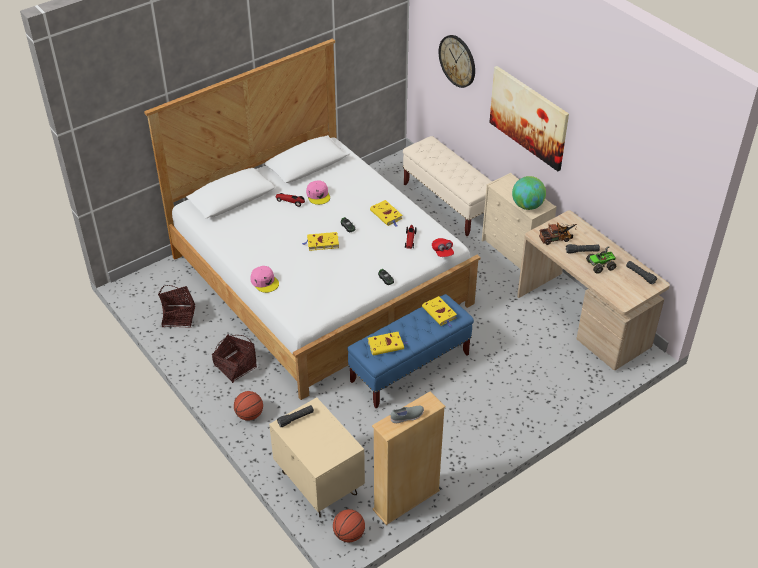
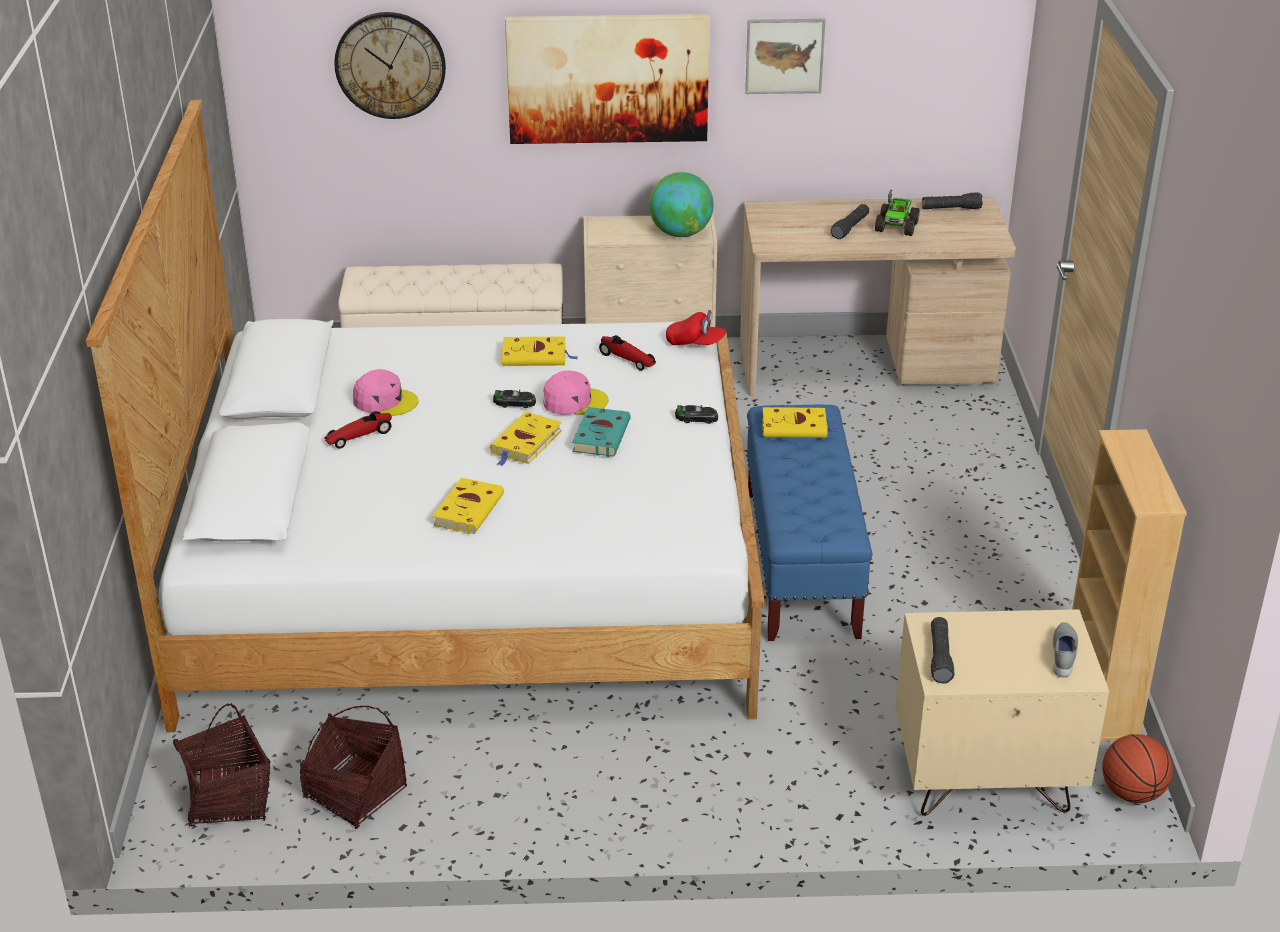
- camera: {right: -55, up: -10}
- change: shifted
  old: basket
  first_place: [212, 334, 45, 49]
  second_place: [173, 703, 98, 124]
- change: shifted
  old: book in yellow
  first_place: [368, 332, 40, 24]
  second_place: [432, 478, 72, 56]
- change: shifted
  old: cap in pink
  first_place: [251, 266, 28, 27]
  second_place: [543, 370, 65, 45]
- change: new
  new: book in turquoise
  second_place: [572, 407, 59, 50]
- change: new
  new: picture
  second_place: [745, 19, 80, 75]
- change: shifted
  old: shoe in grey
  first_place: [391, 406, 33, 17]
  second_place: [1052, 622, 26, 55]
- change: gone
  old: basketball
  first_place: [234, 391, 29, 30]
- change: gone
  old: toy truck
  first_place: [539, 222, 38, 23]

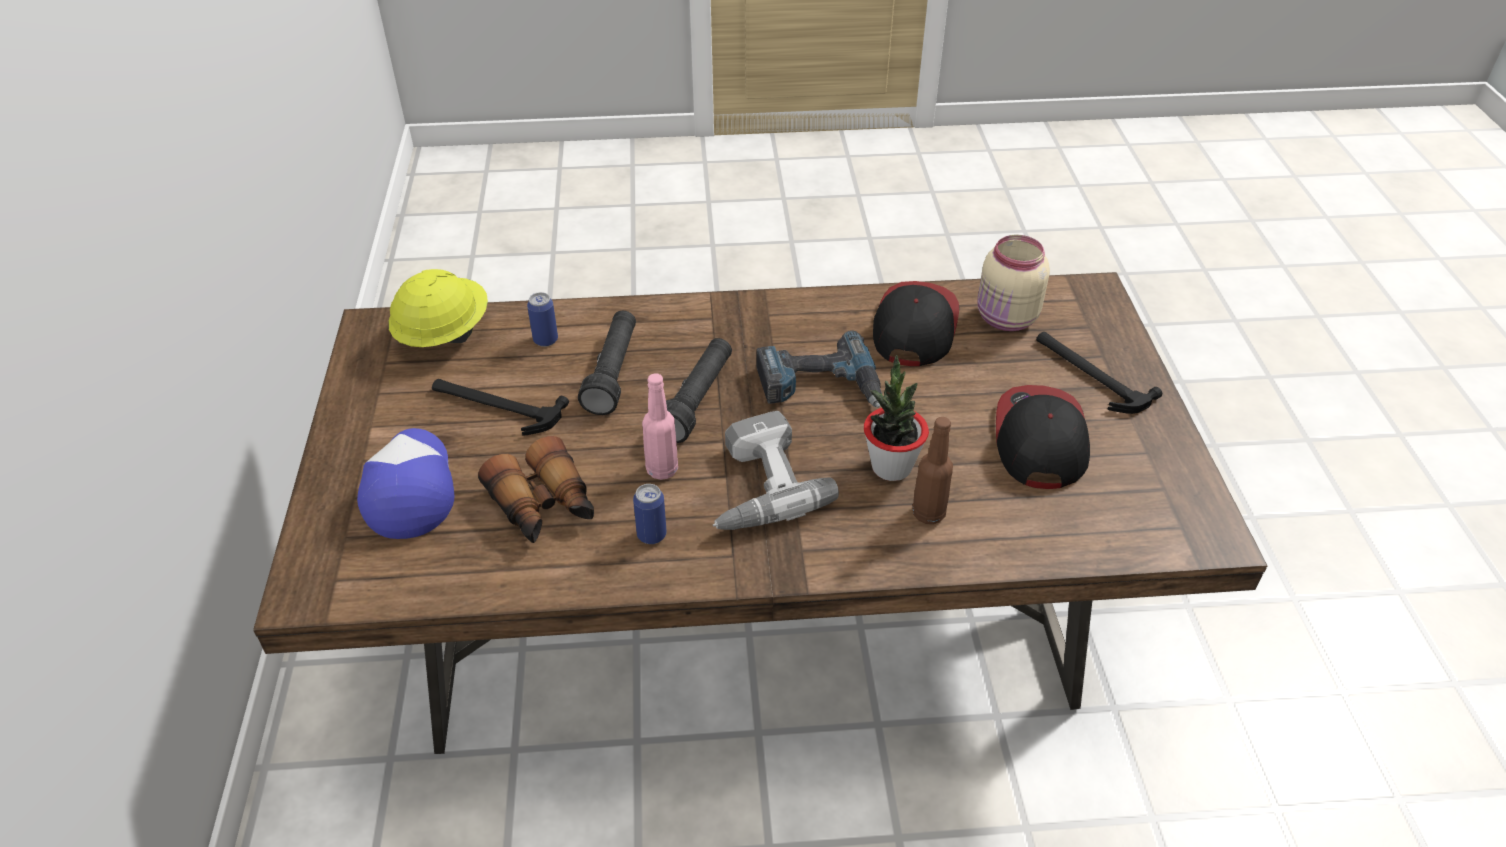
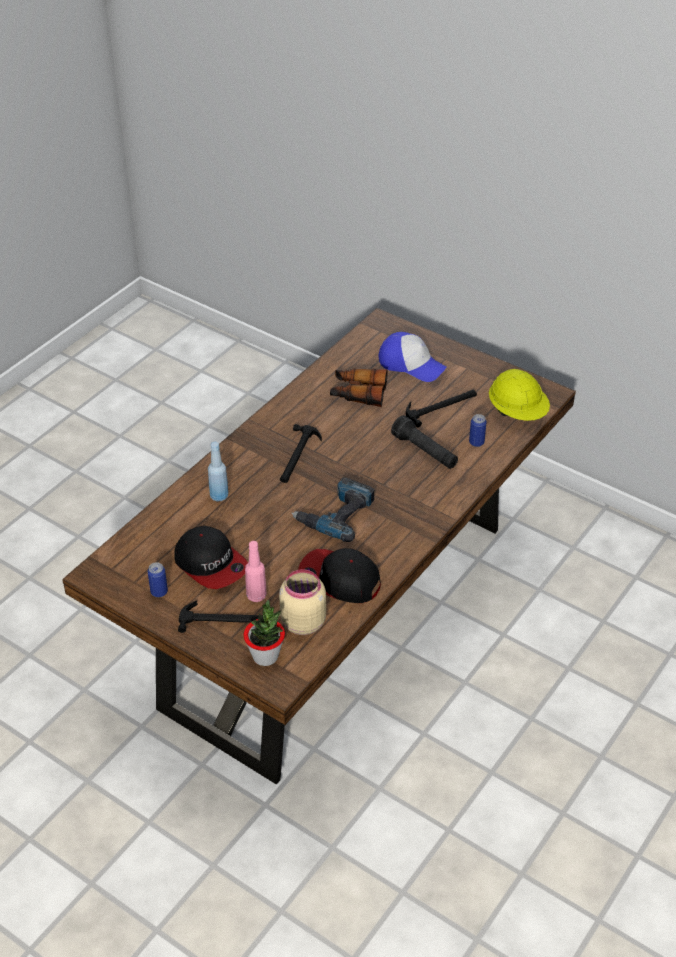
- camera: {right: 130, up: 0}
- change: shifted
  old: can
  first_place: [633, 484, 34, 60]
  second_place: [148, 562, 20, 35]
- change: repainted
  old: bottle in brown
  new: bottle in blue
  first_place: [912, 417, 41, 107]
  second_place: [208, 442, 20, 59]
- change: shifted
  old: potted plant
  first_place: [864, 355, 65, 126]
  second_place: [244, 600, 41, 66]
- change: shifted
  old: bottle in pink
  first_place: [642, 373, 36, 107]
  second_place: [245, 541, 22, 61]
- change: swapped
  old: power drill
  new: hammer
  first_place: [713, 411, 126, 119]
  second_place: [280, 424, 42, 59]
- change: rotated
  old: cap
  first_place: [873, 281, 86, 85]
  second_place: [298, 548, 83, 55]
  degrees: 150
- change: gone
  old: flashlight in black
  first_place: [666, 338, 66, 105]

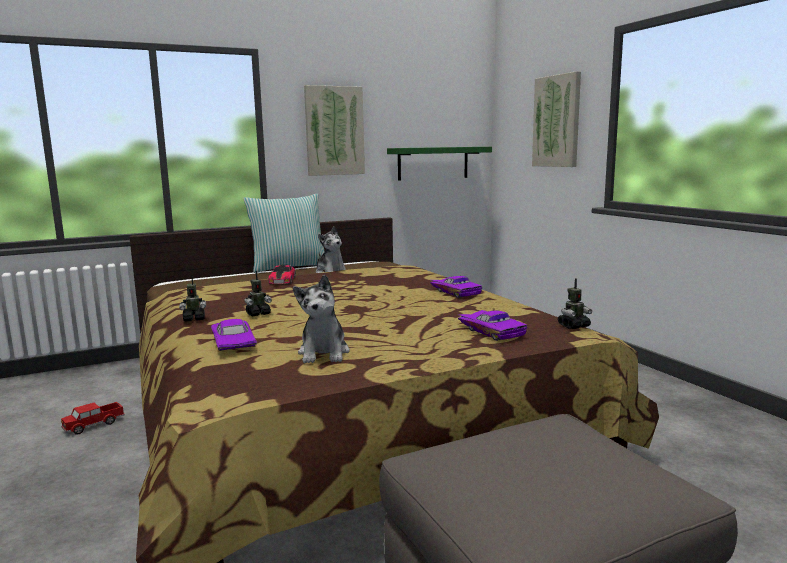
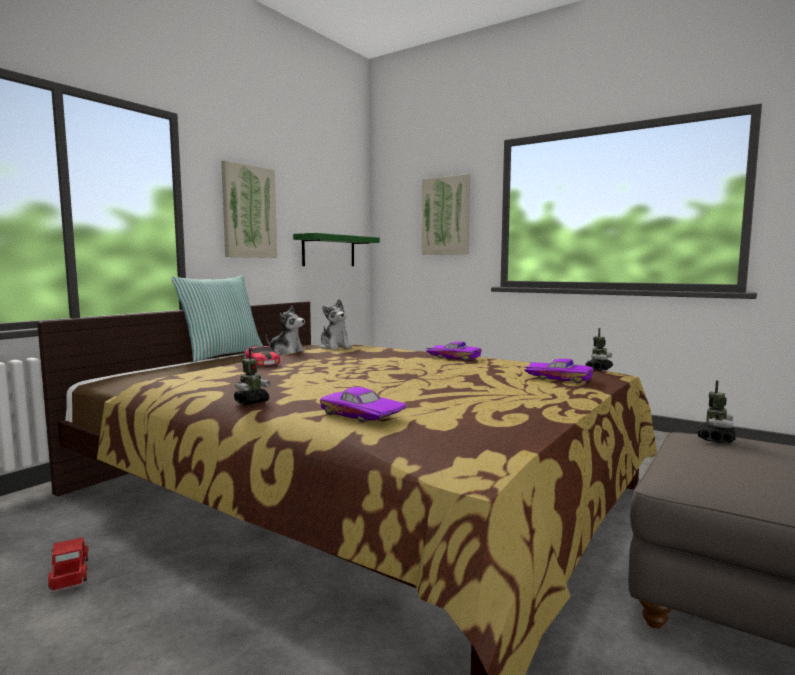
- camera: {right: -30, up: -5}
- change: rotated
  old: toy truck
  first_place: [61, 402, 64, 33]
  second_place: [48, 537, 40, 56]
  degrees: 135
- change: shifted
  old: plush toy
  first_place: [293, 275, 57, 88]
  second_place: [320, 299, 33, 51]
- change: shifted
  old: toy robot
  first_place: [244, 271, 28, 45]
  second_place: [697, 381, 39, 62]

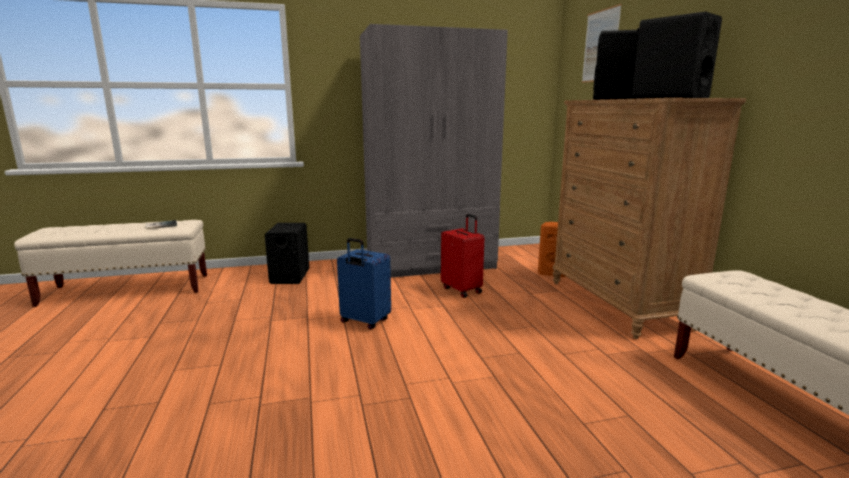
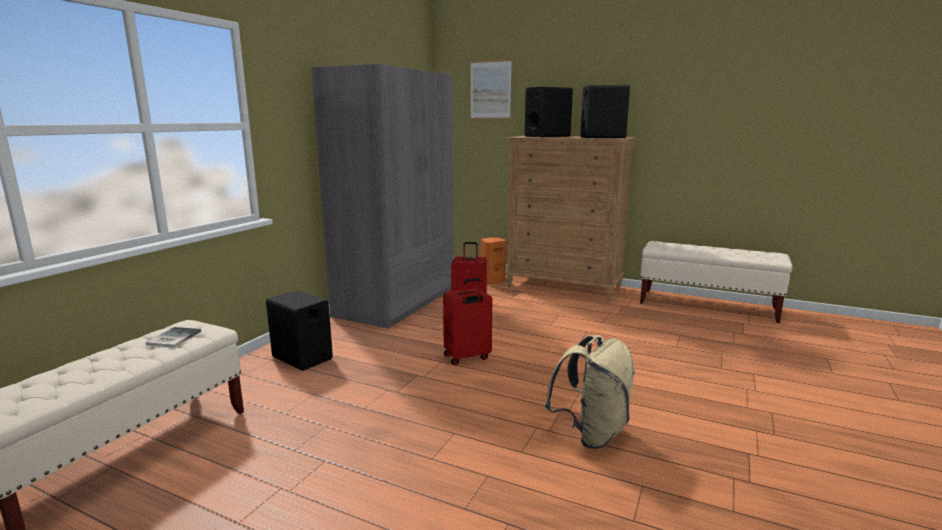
- camera: {right: -50, up: 0}
- change: repainted
  old: suitcase in blue
  new: suitcase in red
  first_place: [337, 238, 54, 92]
  second_place: [443, 278, 49, 87]
- change: new
  new: backpack in beige
  second_place: [544, 335, 91, 114]

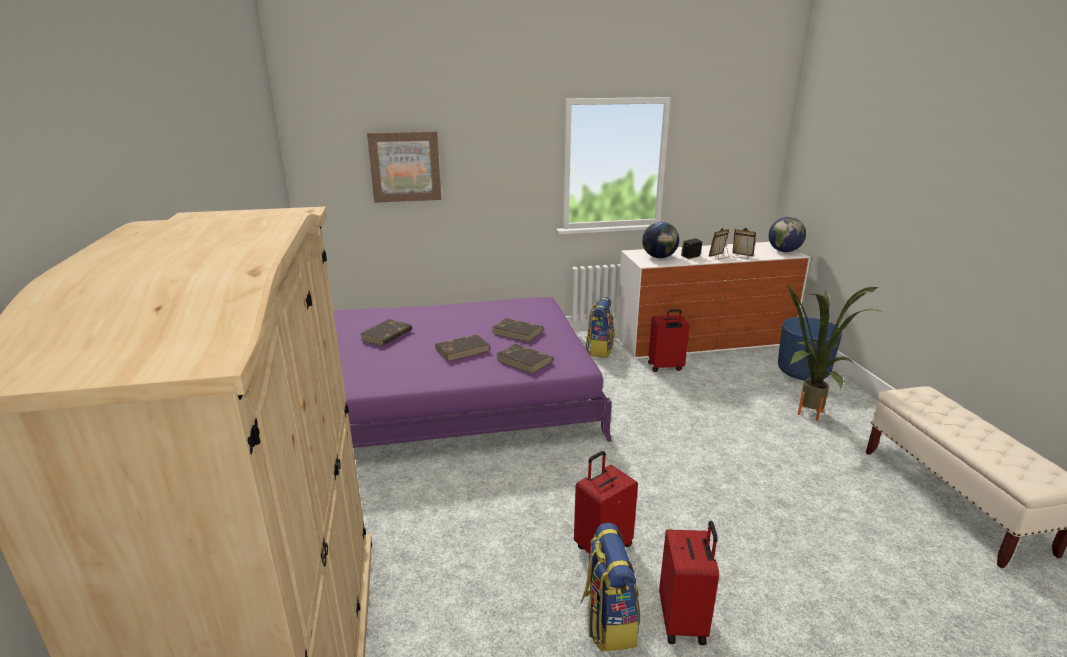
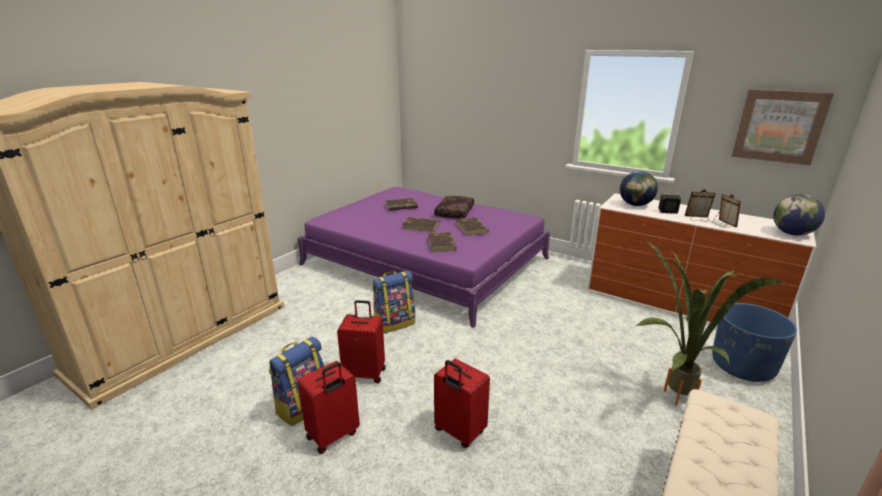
- camera: {right: 45, up: 0}
- change: shifted
  old: backpack
  first_place: [585, 297, 30, 61]
  second_place: [372, 271, 43, 62]
- change: new
  new: pillow in brown
  second_place: [434, 196, 40, 23]
- change: shifted
  old: suitcase in red
  first_place: [648, 309, 42, 63]
  second_place: [434, 359, 56, 89]
- change: shifted
  old: picture
  first_place: [367, 131, 74, 72]
  second_place: [732, 89, 102, 76]

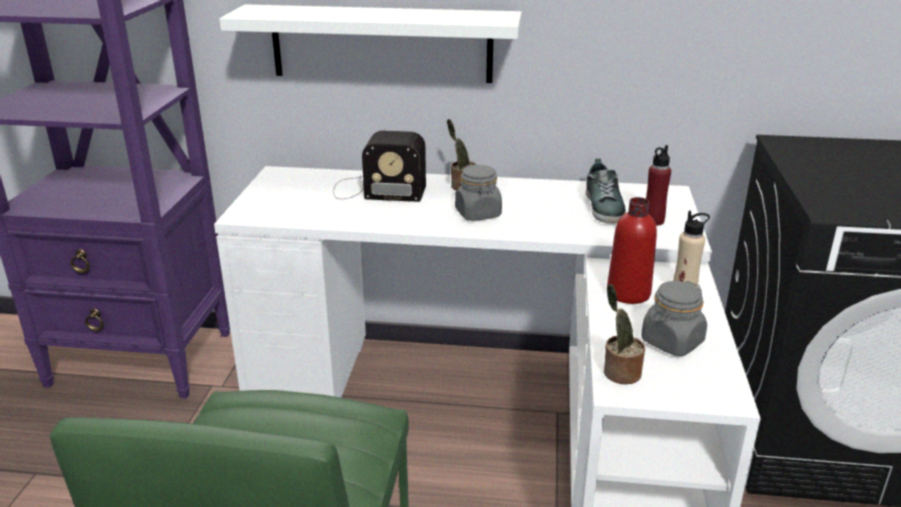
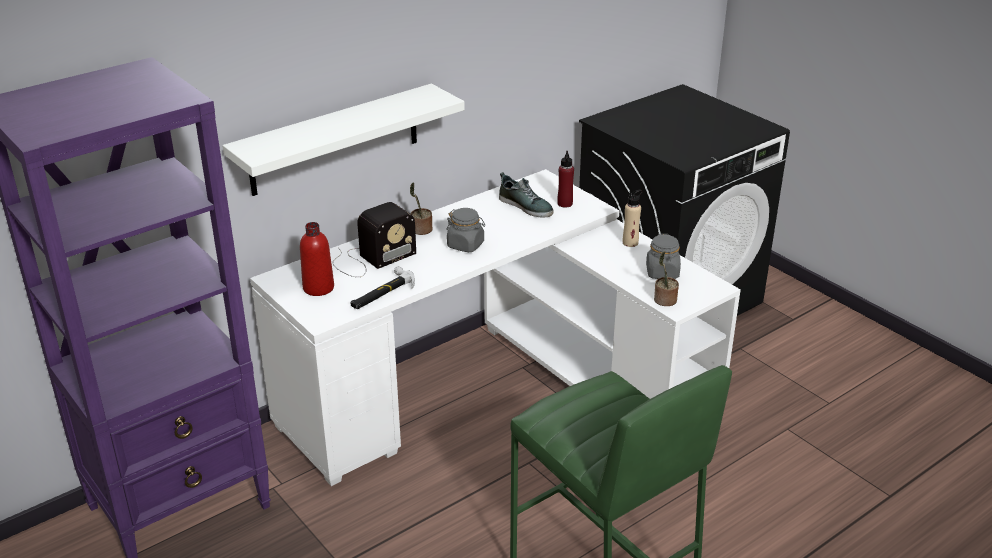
- camera: {right: -45, up: 5}
- change: shifted
  old: bottle in red
  first_place: [607, 197, 50, 107]
  second_place: [300, 222, 34, 74]
- change: new
  new: hammer
  second_place: [350, 266, 65, 43]

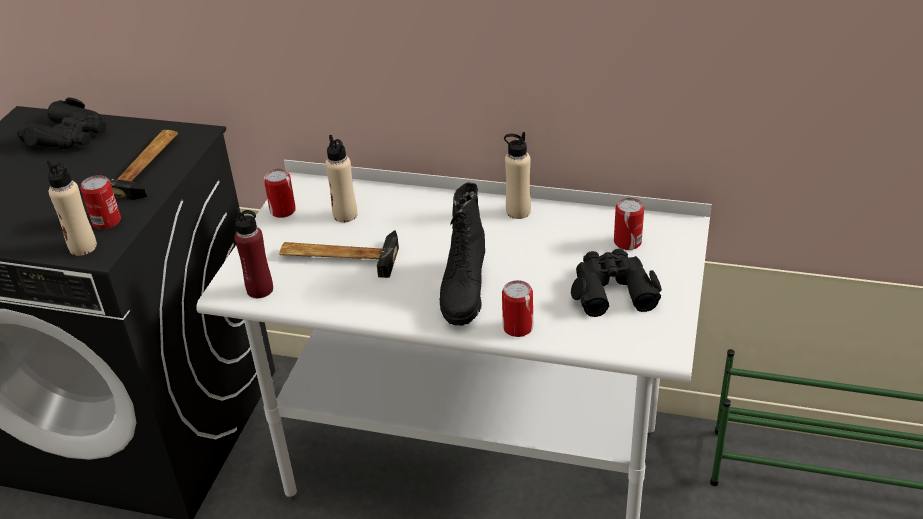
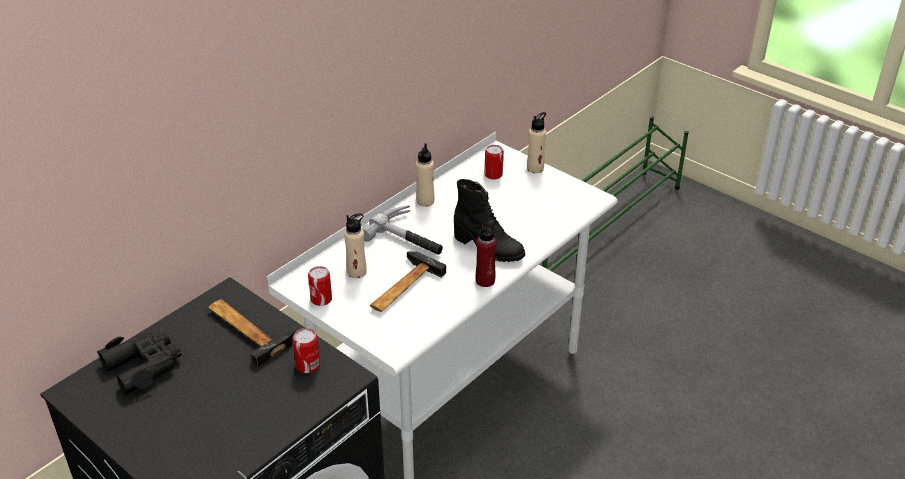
- camera: {right: -65, up: 0}
- change: new
  new: hammer
  second_place: [362, 205, 81, 50]
- change: shifted
  old: bottle in red
  first_place: [234, 207, 39, 91]
  second_place: [476, 220, 20, 67]
- change: shifted
  old: bottle in beige
  first_place: [47, 160, 50, 96]
  second_place: [527, 112, 19, 61]
- change: gone
  old: can
  first_place: [502, 280, 31, 57]
- change: gone
  old: binoculars in black
  first_place: [571, 249, 91, 68]

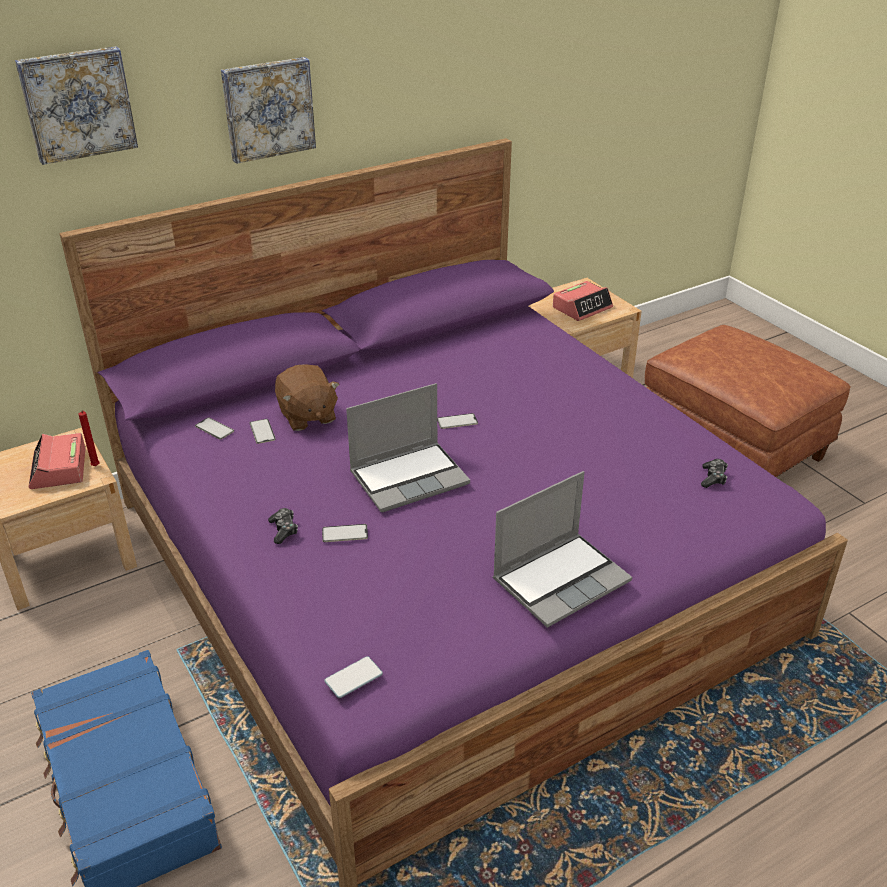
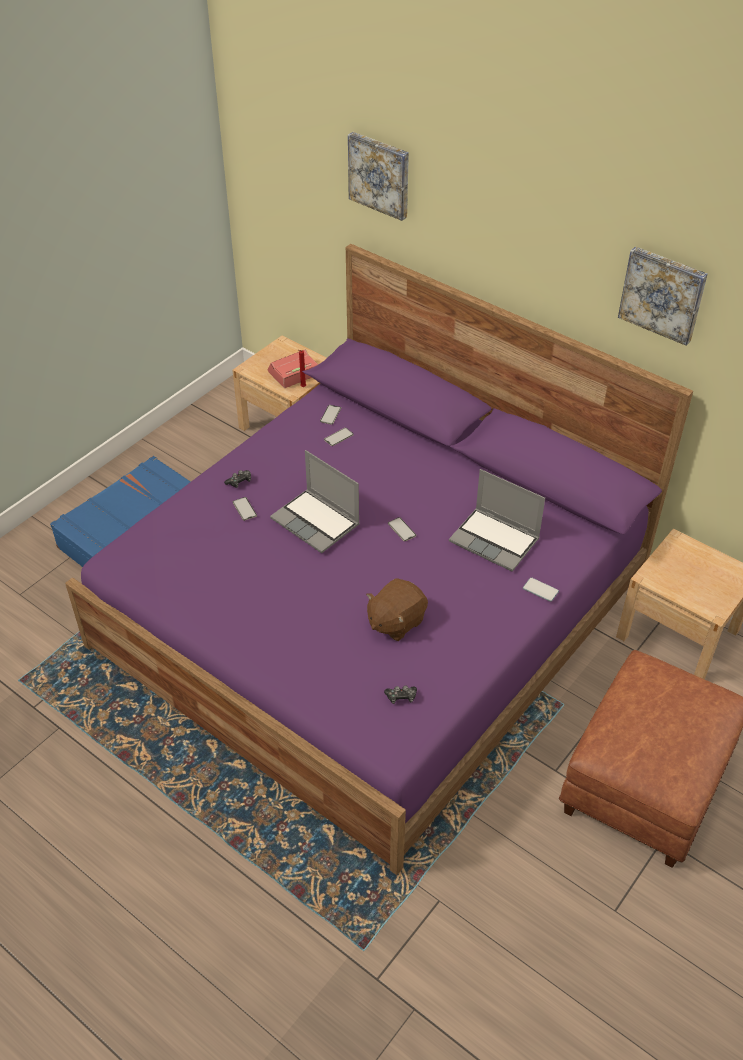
- camera: {right: 70, up: 10}
- change: shifted
  old: plush toy in brown
  first_place: [275, 364, 64, 67]
  second_place: [366, 579, 62, 62]
- change: shifted
  old: laptop
  first_place: [493, 471, 139, 157]
  second_place: [449, 469, 96, 102]
- change: shifted
  old: phone
  first_place: [324, 656, 59, 42]
  second_place: [523, 577, 36, 25]
- change: shifted
  old: picture
  first_place: [221, 57, 95, 107]
  second_place: [618, 246, 90, 100]
- change: gone
  old: alarm clock
  first_place: [553, 281, 60, 40]

